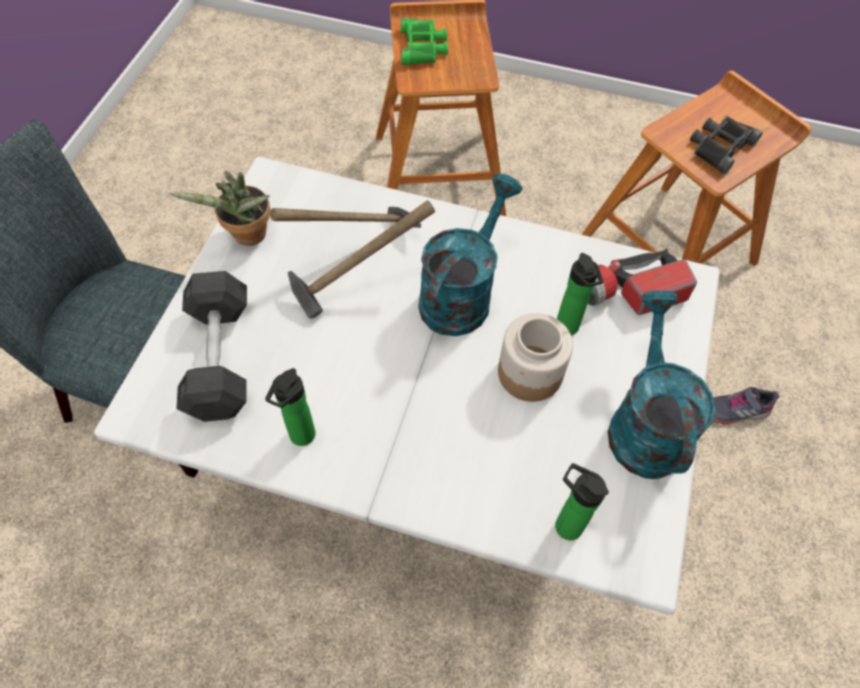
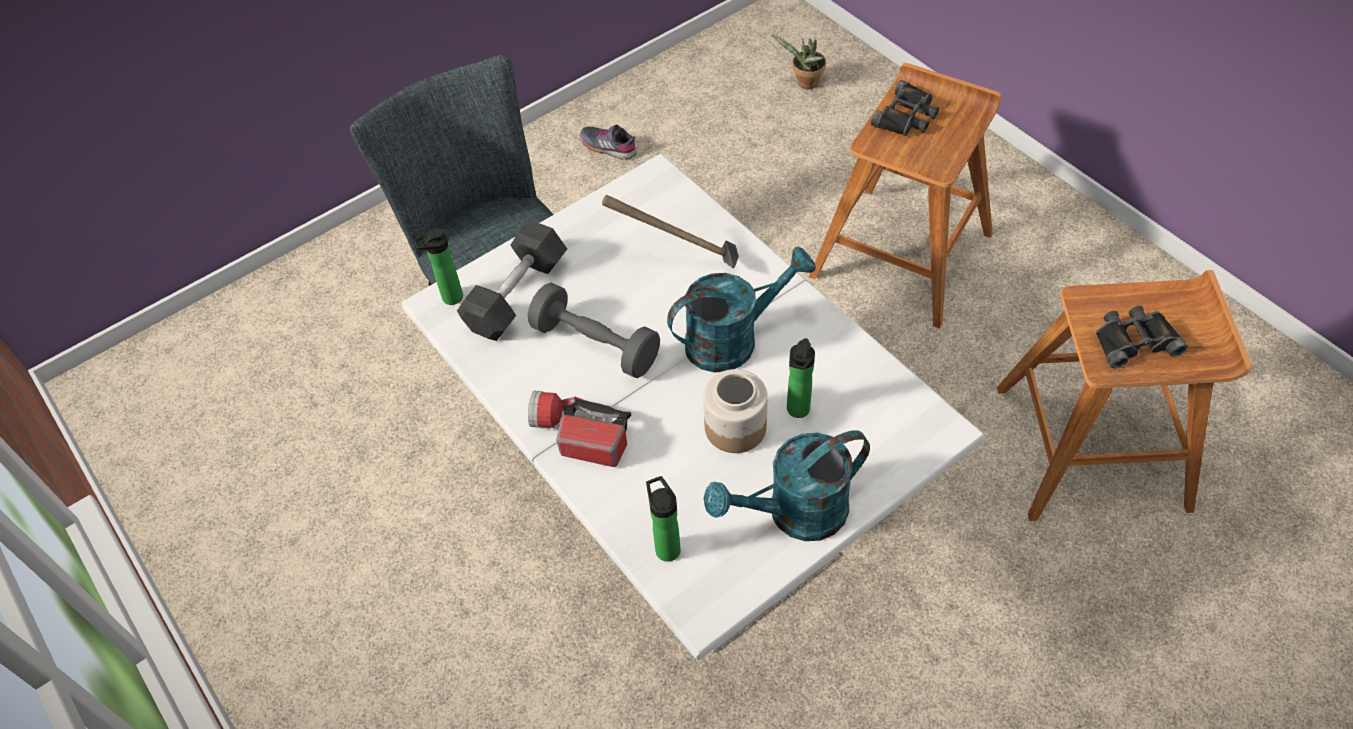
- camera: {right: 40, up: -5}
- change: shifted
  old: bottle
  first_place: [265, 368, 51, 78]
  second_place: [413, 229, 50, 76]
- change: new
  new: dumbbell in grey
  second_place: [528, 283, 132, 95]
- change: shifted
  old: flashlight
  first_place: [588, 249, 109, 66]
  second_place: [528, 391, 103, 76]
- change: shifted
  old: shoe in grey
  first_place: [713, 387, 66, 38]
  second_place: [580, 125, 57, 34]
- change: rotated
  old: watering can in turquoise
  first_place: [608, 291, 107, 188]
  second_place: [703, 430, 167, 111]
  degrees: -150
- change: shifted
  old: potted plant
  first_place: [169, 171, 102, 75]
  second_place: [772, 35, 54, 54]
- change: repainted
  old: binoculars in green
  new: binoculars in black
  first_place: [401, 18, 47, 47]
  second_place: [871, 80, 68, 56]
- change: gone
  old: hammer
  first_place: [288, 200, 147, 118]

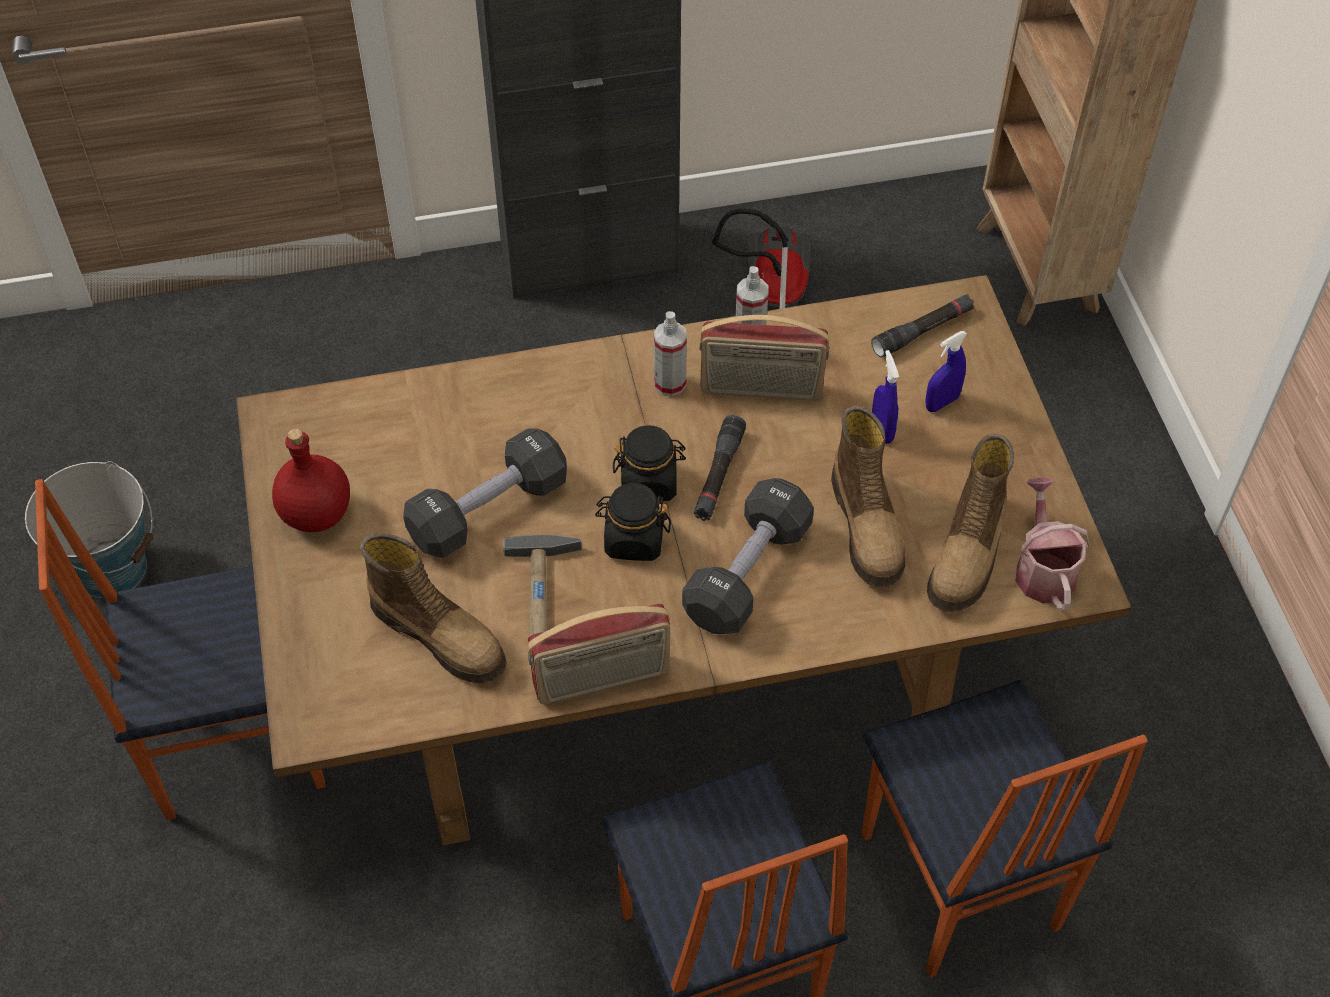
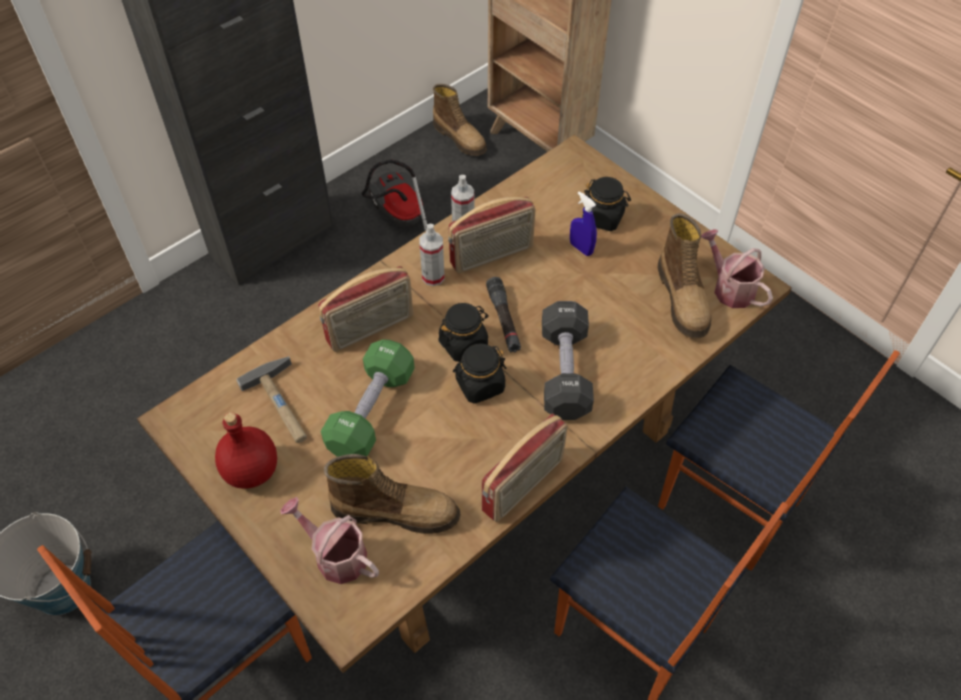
- camera: {right: -30, up: 0}
- change: shifted
  old: hammer
  first_place: [503, 535, 79, 101]
  second_place: [236, 356, 71, 87]
- change: new
  new: watering can
  second_place: [280, 497, 99, 87]
- change: new
  new: radio
  second_place: [318, 266, 95, 86]
- change: repainted
  old: dumbbell in black
  new: dumbbell in green
  first_place: [403, 428, 164, 130]
  second_place: [321, 339, 94, 118]
- change: shifted
  old: boot
  first_place: [831, 406, 74, 181]
  second_place: [433, 84, 54, 72]
- change: swapped
  old: spray bottle in blue
  new: jar in black
  first_place: [925, 331, 42, 81]
  second_place: [582, 177, 49, 54]
- change: gone
  old: flashlight in black
  first_place: [871, 294, 103, 64]

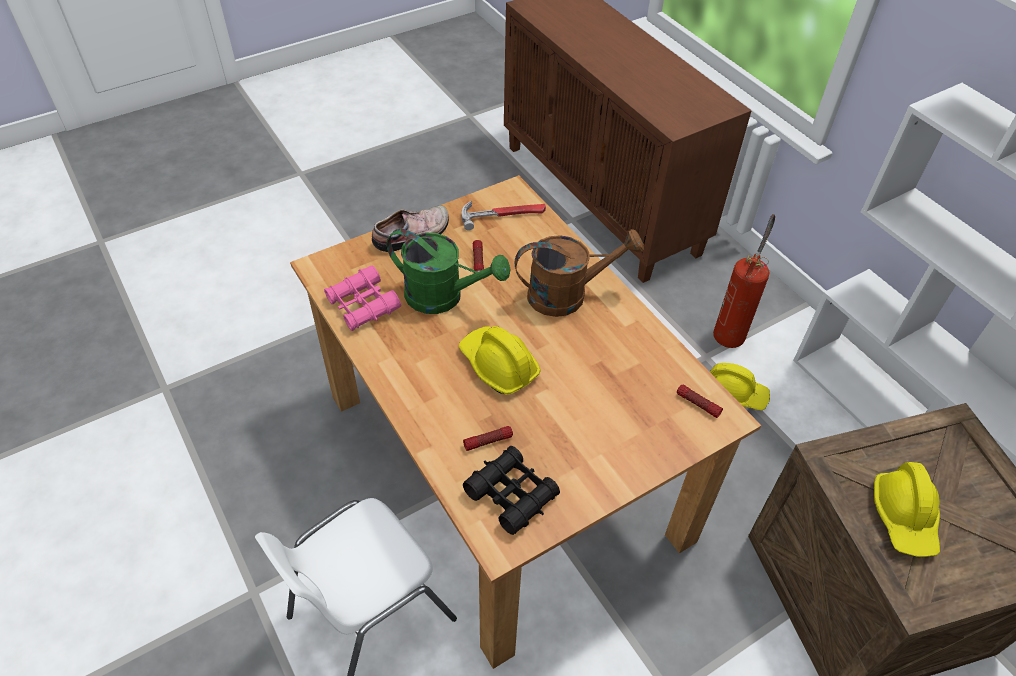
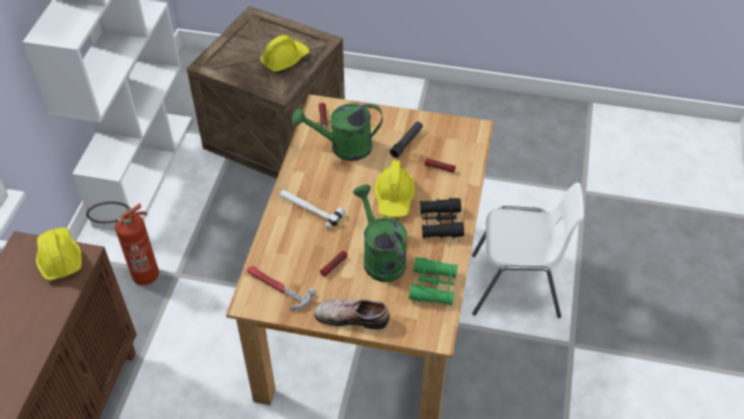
- camera: {right: -135, up: 0}
- change: shifted
  old: hard hat in yellow
  first_place: [710, 363, 60, 47]
  second_place: [36, 228, 46, 53]
- change: swapped
  old: watering can in brown
  new: hammer
  first_place: [515, 229, 129, 88]
  second_place: [280, 190, 65, 39]
- change: new
  new: watering can in green
  second_place: [292, 104, 91, 57]
- change: new
  new: flashlight in black
  second_place: [389, 121, 34, 37]
- change: repainted
  old: binoculars in pink
  new: binoculars in green
  first_place: [324, 265, 77, 66]
  second_place: [409, 257, 49, 49]
- change: shifted
  old: binoculars in black
  first_place: [463, 446, 97, 89]
  second_place: [420, 198, 44, 41]

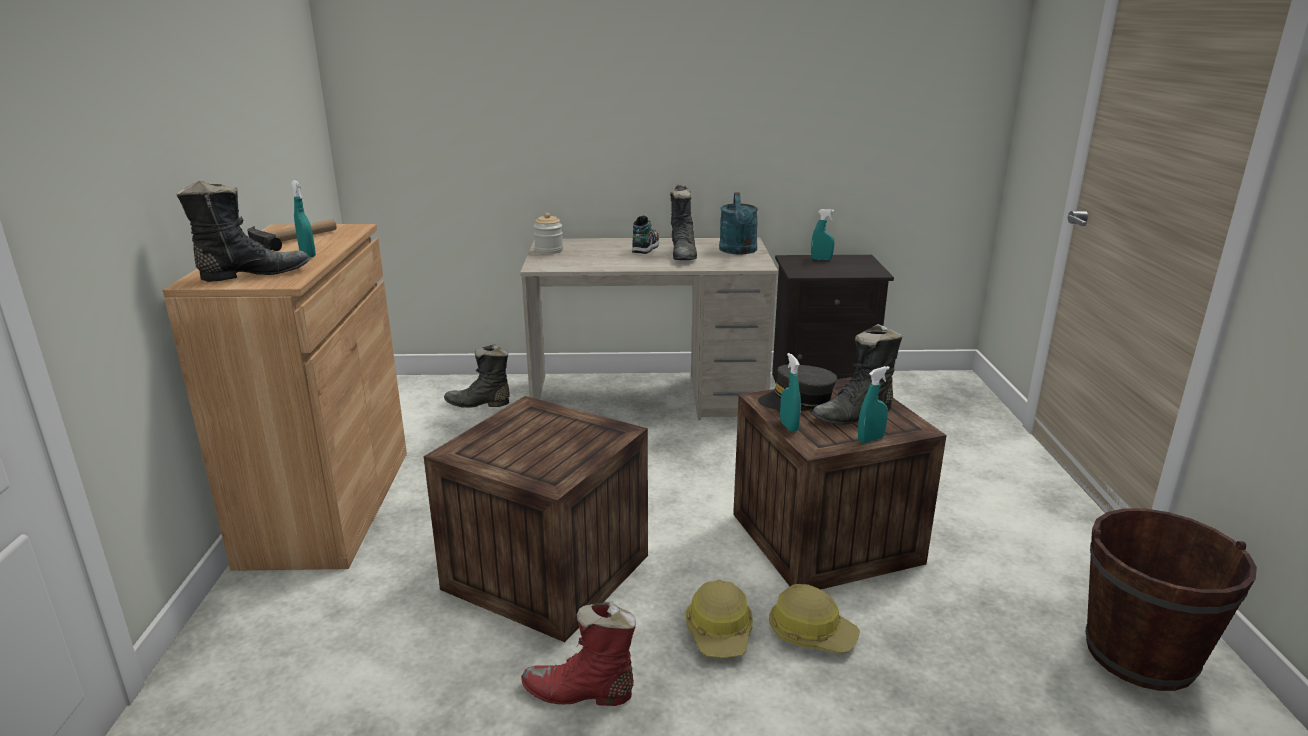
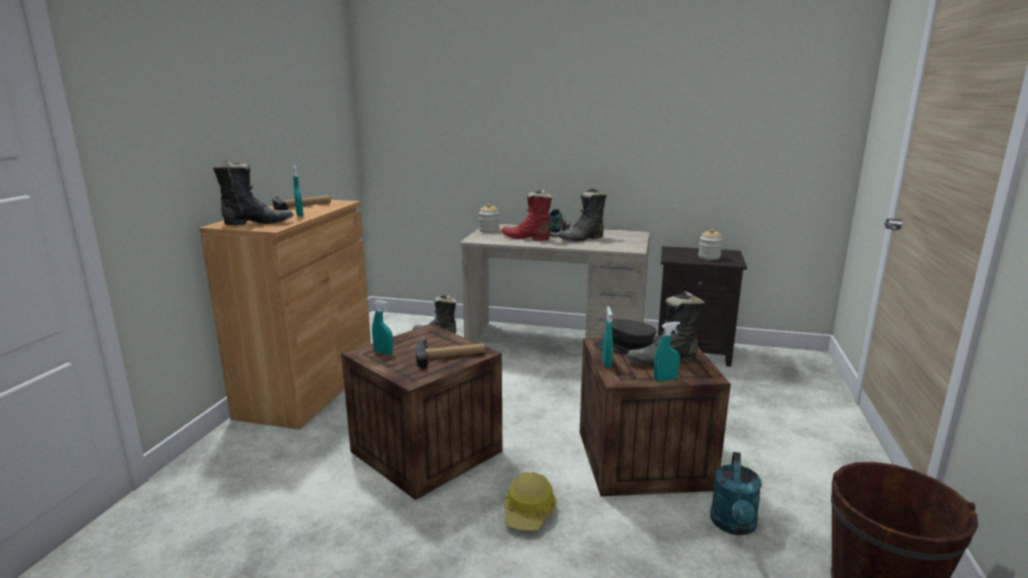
- camera: {right: 15, up: -5}
- change: shifted
  old: spray bottle in turquoise
  first_place: [811, 209, 23, 51]
  second_place: [372, 300, 21, 55]
- change: new
  new: hammer
  second_place: [416, 339, 69, 30]
- change: shifted
  old: boot in red
  first_place: [521, 601, 115, 105]
  second_place: [501, 190, 51, 51]
- change: rotated
  old: boot in black
  first_place: [670, 184, 27, 76]
  second_place: [558, 188, 49, 54]
  degrees: 45
- change: new
  new: jar
  second_place: [698, 229, 25, 31]
- change: shifted
  old: watering can in turquoise
  first_place: [719, 192, 39, 62]
  second_place: [710, 452, 52, 83]
- change: gone
  old: hard hat
  first_place: [769, 584, 91, 69]

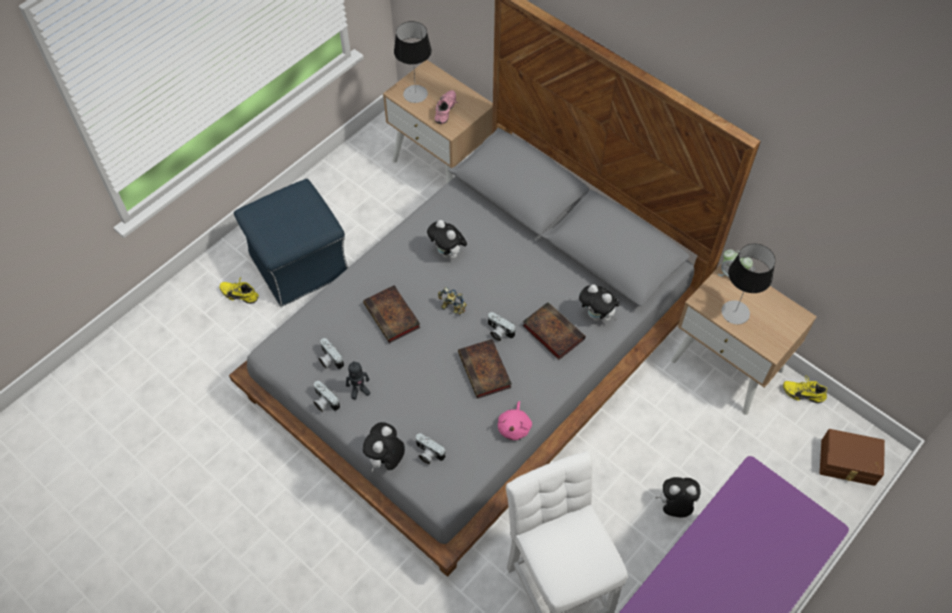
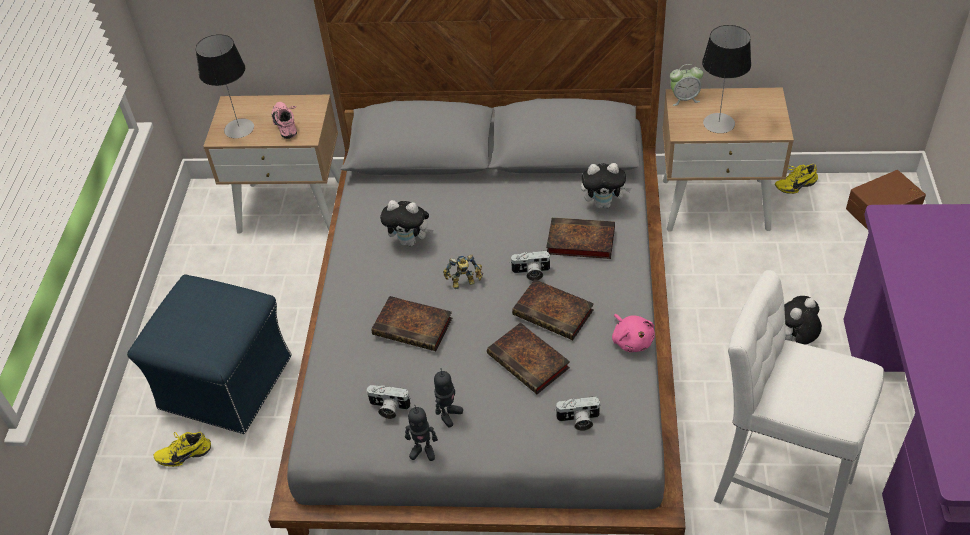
- camera: {right: -35, up: -10}
- change: swapped
  old: photo camera
  new: toy robot
  first_place: [313, 381, 27, 31]
  second_place: [405, 405, 33, 56]
- change: new
  new: book
  second_place: [487, 322, 83, 72]
- change: gone
  old: plush toy
  first_place: [363, 422, 42, 50]

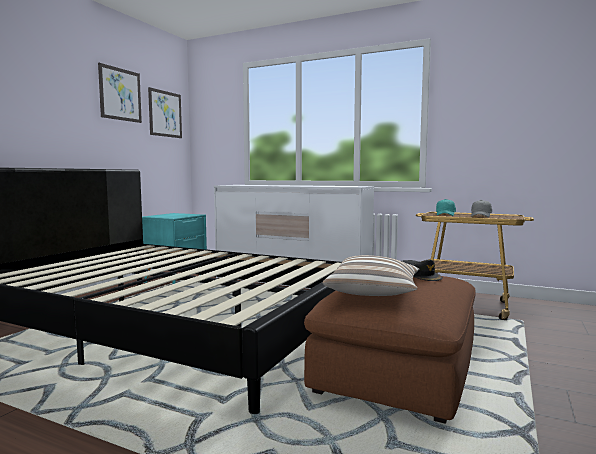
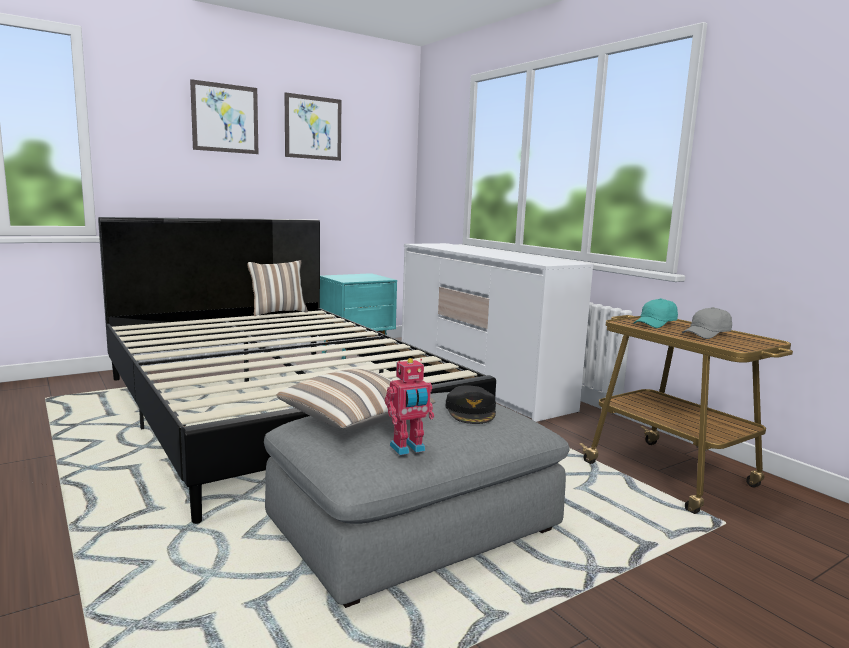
- camera: {right: 30, up: 5}
- change: shifted
  old: picture
  first_place: [148, 87, 34, 51]
  second_place: [190, 79, 68, 75]
- change: new
  new: pillow
  second_place: [247, 260, 61, 56]
- change: repainted
  old: ottoman in brown
  new: ottoman in grey
  first_place: [304, 276, 172, 148]
  second_place: [264, 392, 306, 216]
- change: new
  new: toy robot
  second_place: [385, 358, 49, 97]

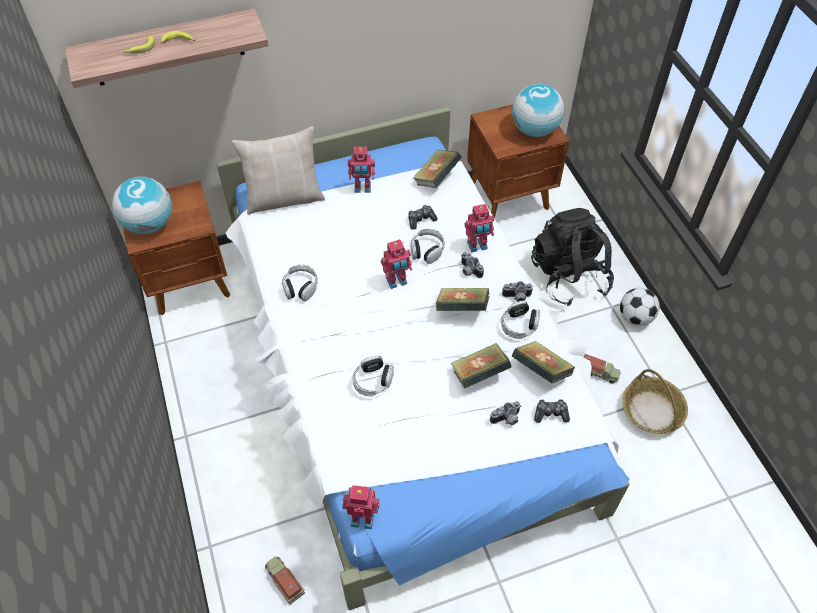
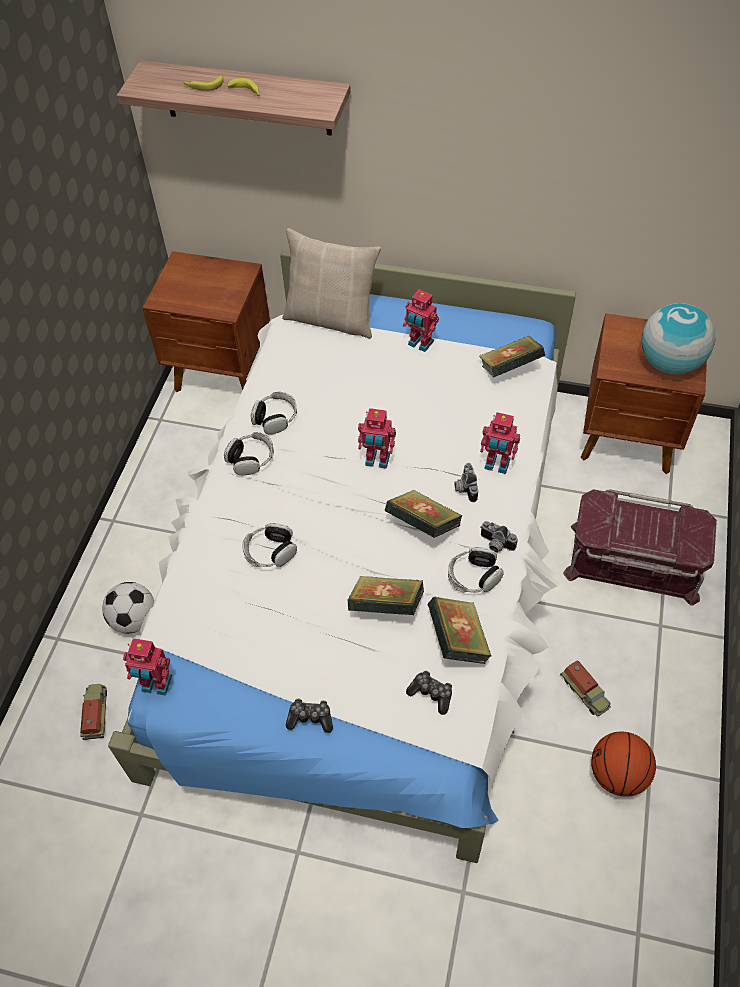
- camera: {right: 35, up: 0}
- change: shifted
  old: football
  first_place: [620, 288, 40, 38]
  second_place: [102, 582, 52, 51]
- change: rotated
  old: toy robot
  first_place: [342, 485, 38, 44]
  second_place: [123, 638, 49, 58]
  degrees: 150
- change: shifted
  old: headphones
  first_place: [410, 229, 35, 35]
  second_place: [224, 432, 50, 44]
- change: shifted
  old: game controller
  first_place: [408, 205, 30, 25]
  second_place: [286, 698, 47, 35]
- change: swapped
  old: backpack in black
  new: storage box in red
  first_place: [531, 208, 83, 98]
  second_place: [563, 489, 154, 117]
- change: swapped
  old: basket
  new: basketball
  first_place: [622, 369, 66, 65]
  second_place: [591, 732, 65, 65]
- change: gone
  old: globe
  first_place: [112, 177, 60, 57]
- change: gone
  old: photo camera
  first_place: [490, 401, 32, 24]

